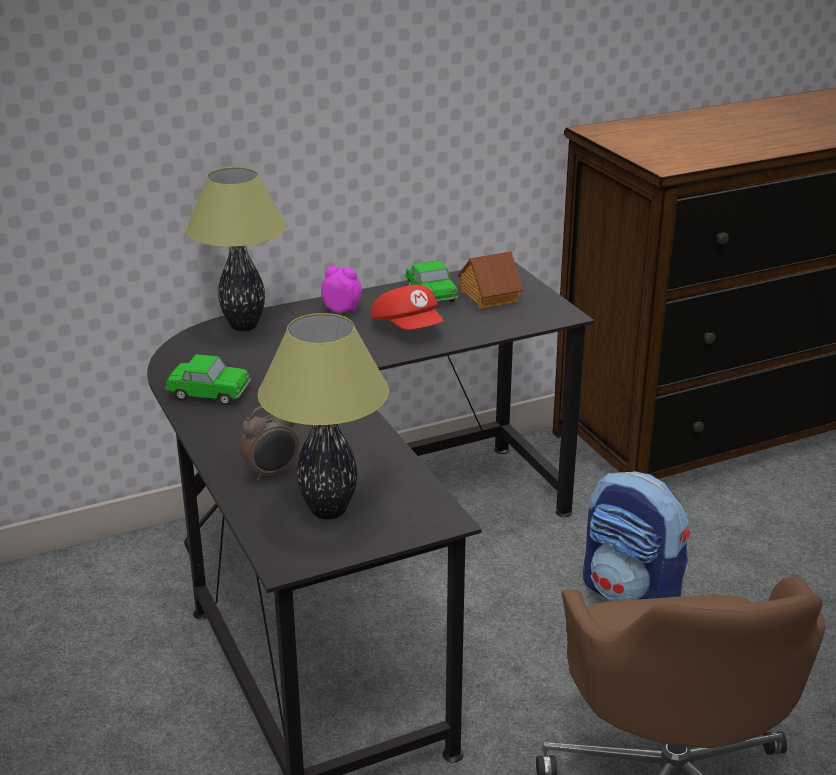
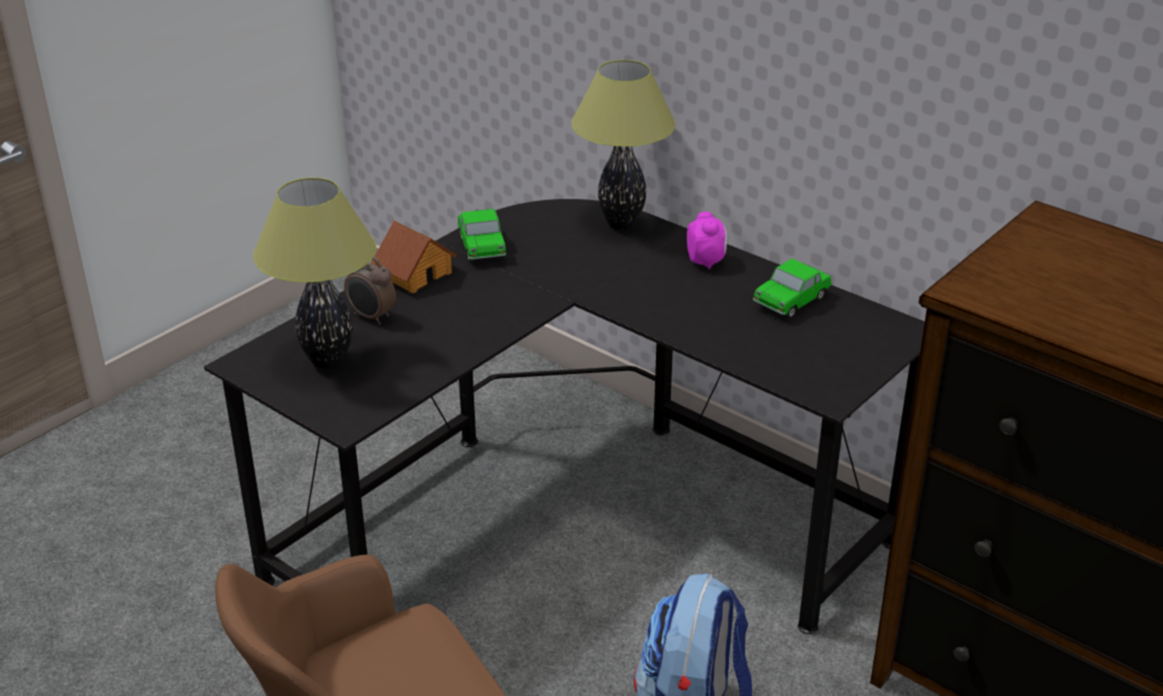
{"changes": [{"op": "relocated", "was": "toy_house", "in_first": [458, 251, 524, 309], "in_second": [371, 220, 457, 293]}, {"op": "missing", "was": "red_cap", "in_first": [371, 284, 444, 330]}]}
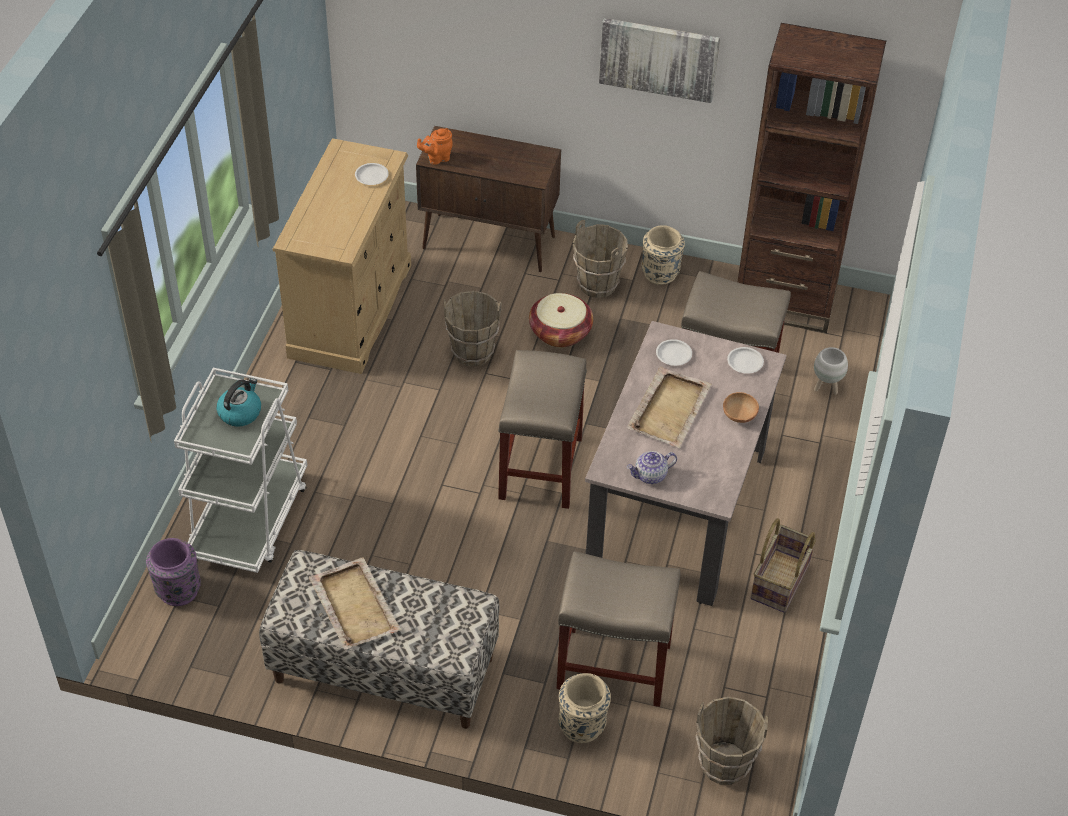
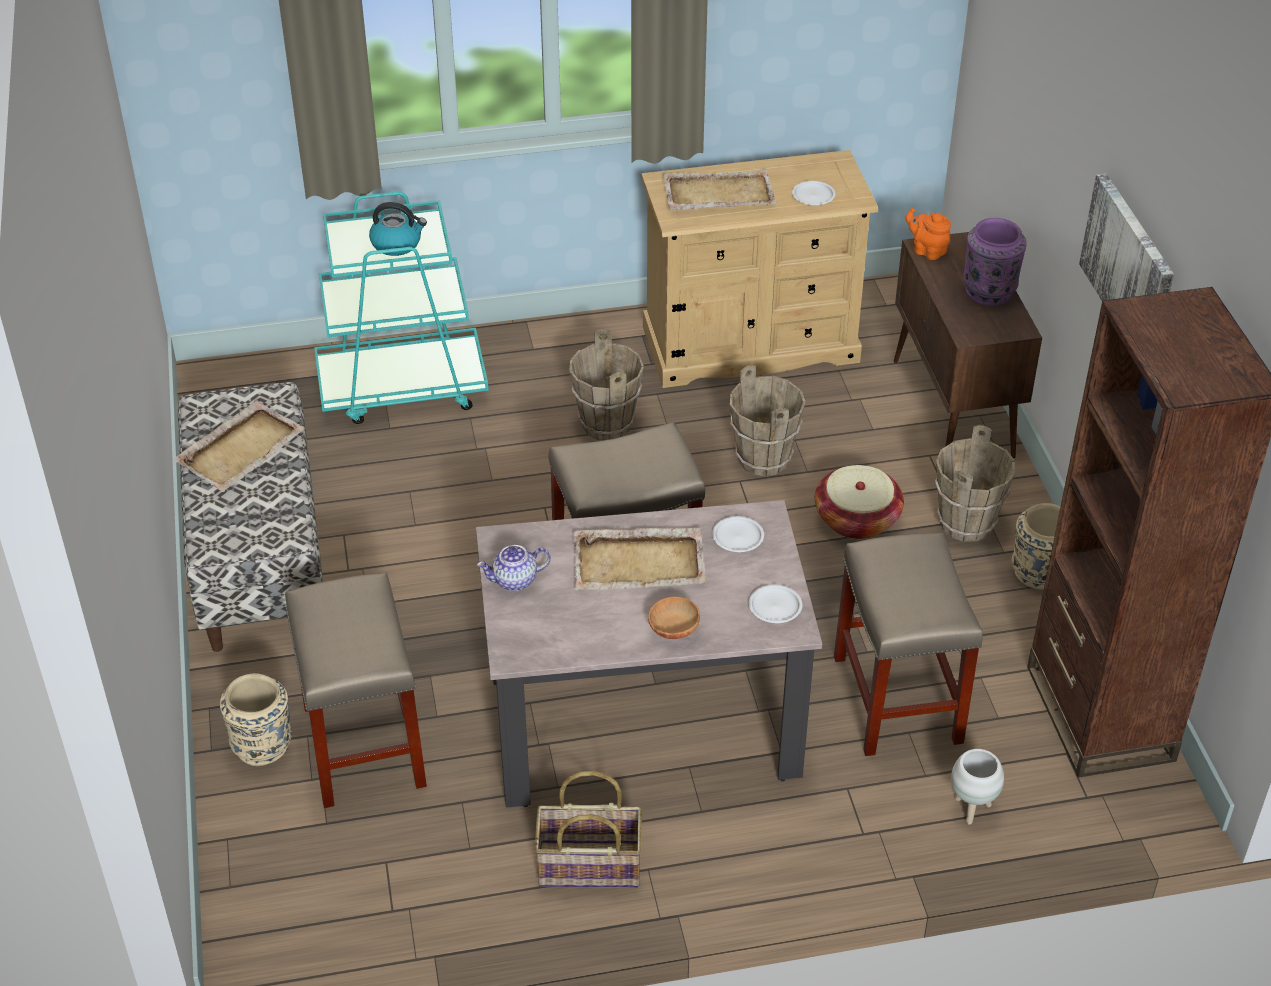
{"changes": [{"op": "colour", "was": "white_cart", "now": "turquoise_cart", "in_first": [174, 368, 307, 573], "in_second": [314, 192, 489, 424]}, {"op": "spun", "was": "teapot", "in_first": [627, 451, 677, 484], "in_second": [477, 545, 551, 591], "clockwise": -60}, {"op": "relocated", "was": "brown_bucket", "in_first": [695, 697, 768, 785], "in_second": [570, 329, 644, 440]}, {"op": "appeared", "now": "beige_tray", "in_second": [663, 169, 776, 210]}, {"op": "relocated", "was": "purple_vase", "in_first": [146, 538, 201, 606], "in_second": [963, 218, 1027, 306]}]}
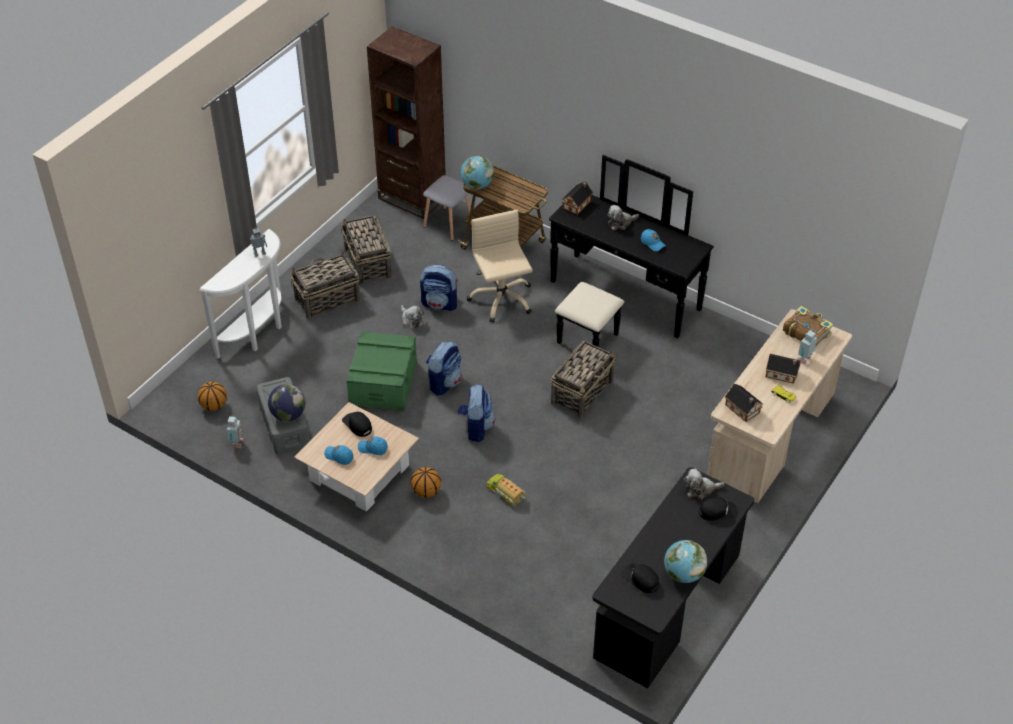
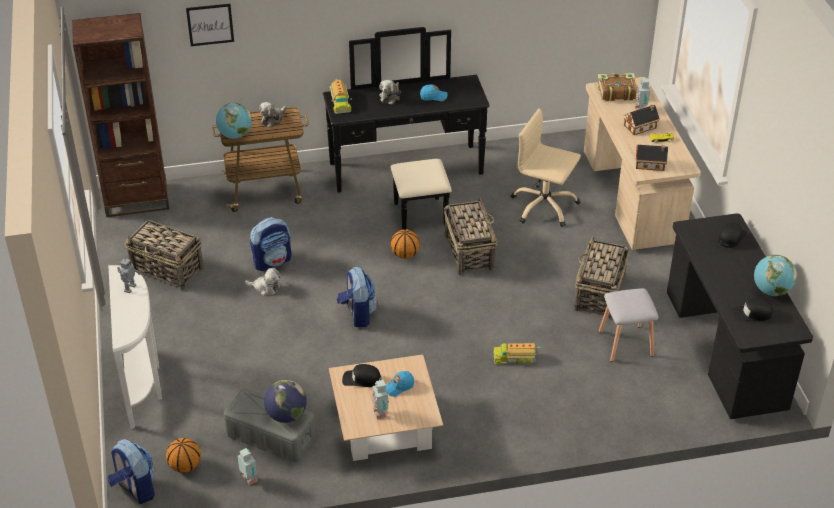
{"changes": [{"op": "relocated", "was": "backpack", "in_first": [458, 385, 495, 442], "in_second": [108, 439, 156, 504]}, {"op": "appeared", "now": "picture", "in_second": [186, 3, 234, 46]}, {"op": "relocated", "was": "plush_toy", "in_first": [684, 469, 724, 499], "in_second": [259, 102, 287, 128]}, {"op": "exchanged", "was": "toy_house", "now": "toy_truck", "in_first": [562, 181, 593, 215], "in_second": [330, 79, 352, 114]}, {"op": "exchanged", "was": "blue_cap", "now": "toy_robot", "in_first": [324, 445, 353, 465], "in_second": [372, 380, 389, 419]}, {"op": "relocated", "was": "basketball", "in_first": [411, 467, 441, 498], "in_second": [390, 229, 420, 259]}, {"op": "relocated", "was": "beige_office_chair", "in_first": [467, 210, 533, 323], "in_second": [511, 109, 581, 227]}, {"op": "relocated", "was": "basket", "in_first": [291, 251, 361, 319], "in_second": [574, 237, 629, 319]}, {"op": "relocated", "was": "grey_stool", "in_first": [423, 175, 471, 241], "in_second": [599, 288, 659, 362]}, {"op": "missing", "was": "green_storage_box", "in_first": [347, 331, 417, 412]}]}
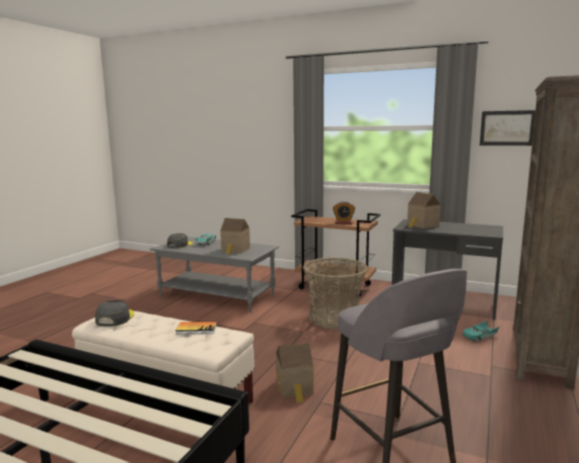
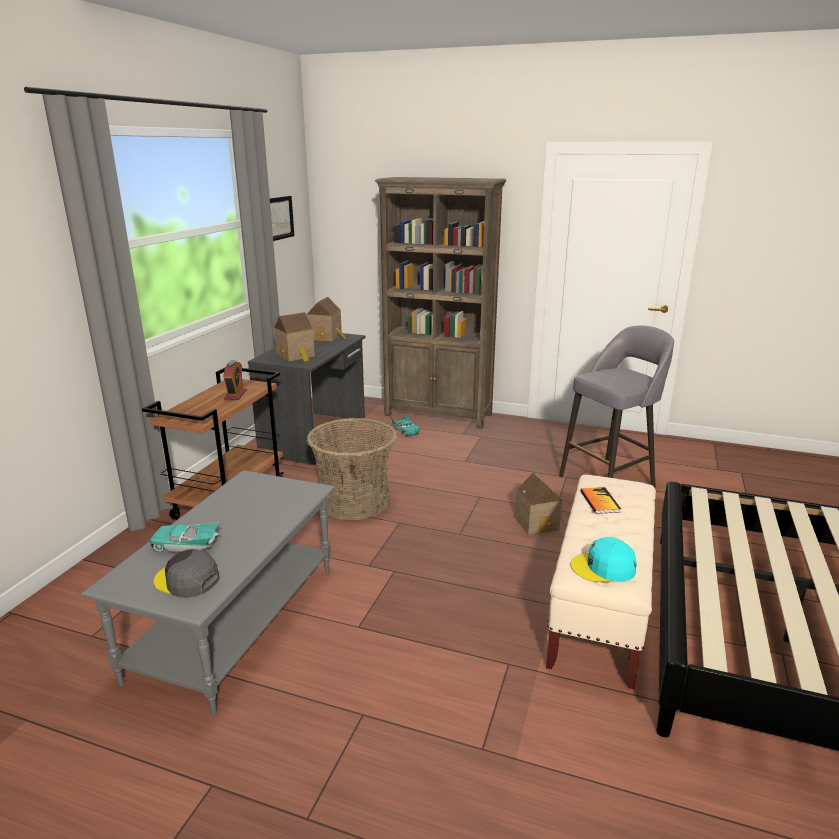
{"changes": [{"op": "relocated", "was": "toy_house", "in_first": [220, 218, 250, 255], "in_second": [306, 297, 346, 342]}, {"op": "colour", "was": "grey_cap", "now": "turquoise_cap", "in_first": [95, 300, 135, 327], "in_second": [571, 537, 637, 582]}]}
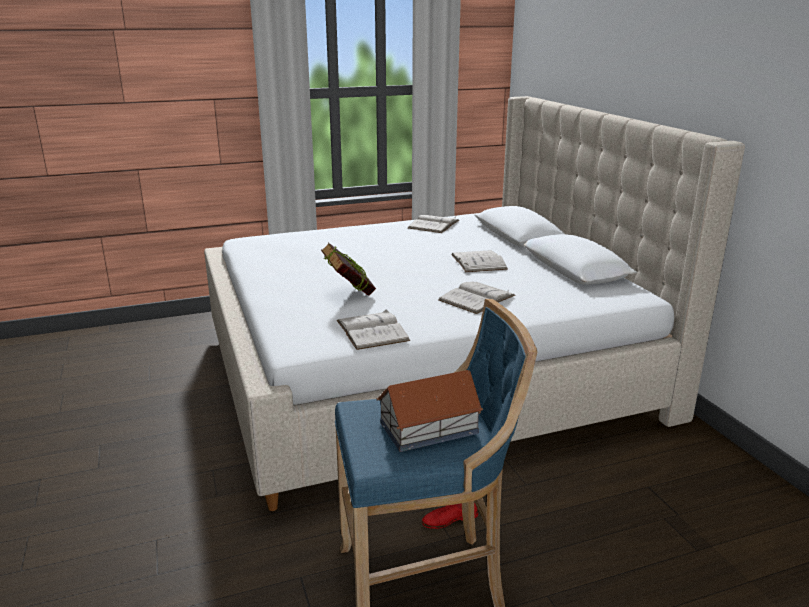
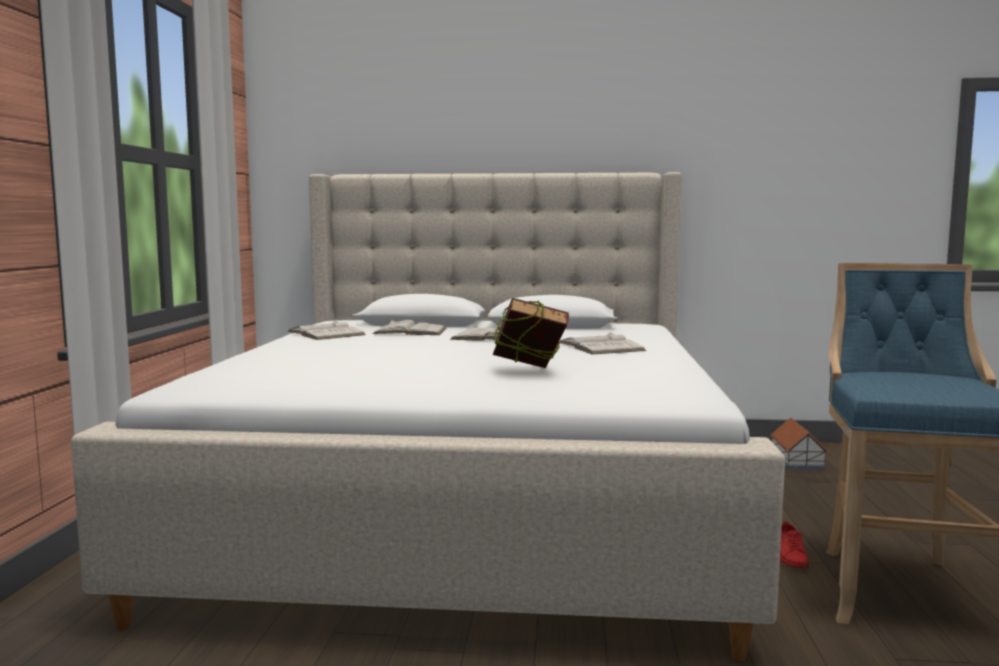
{"changes": [{"op": "relocated", "was": "white_book", "in_first": [337, 310, 411, 350], "in_second": [372, 320, 447, 335]}, {"op": "relocated", "was": "toy_house", "in_first": [377, 370, 483, 452], "in_second": [770, 417, 829, 470]}]}
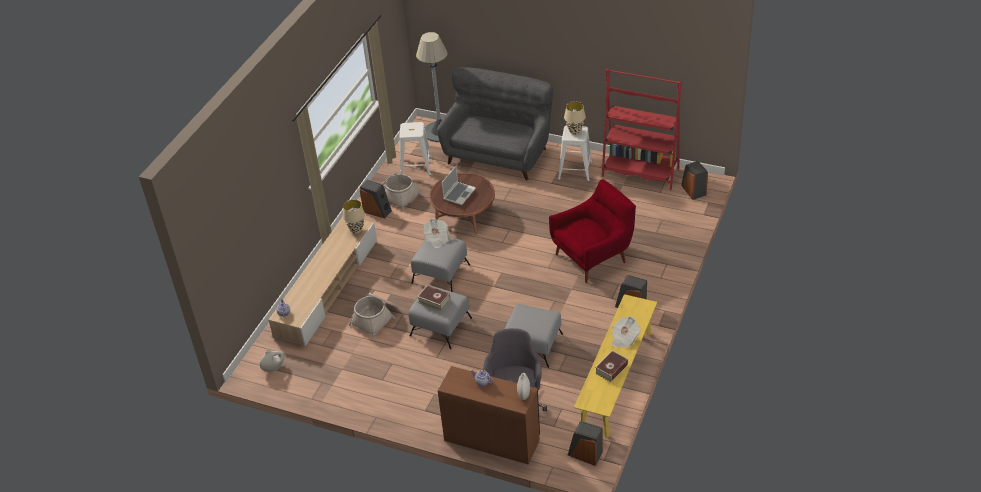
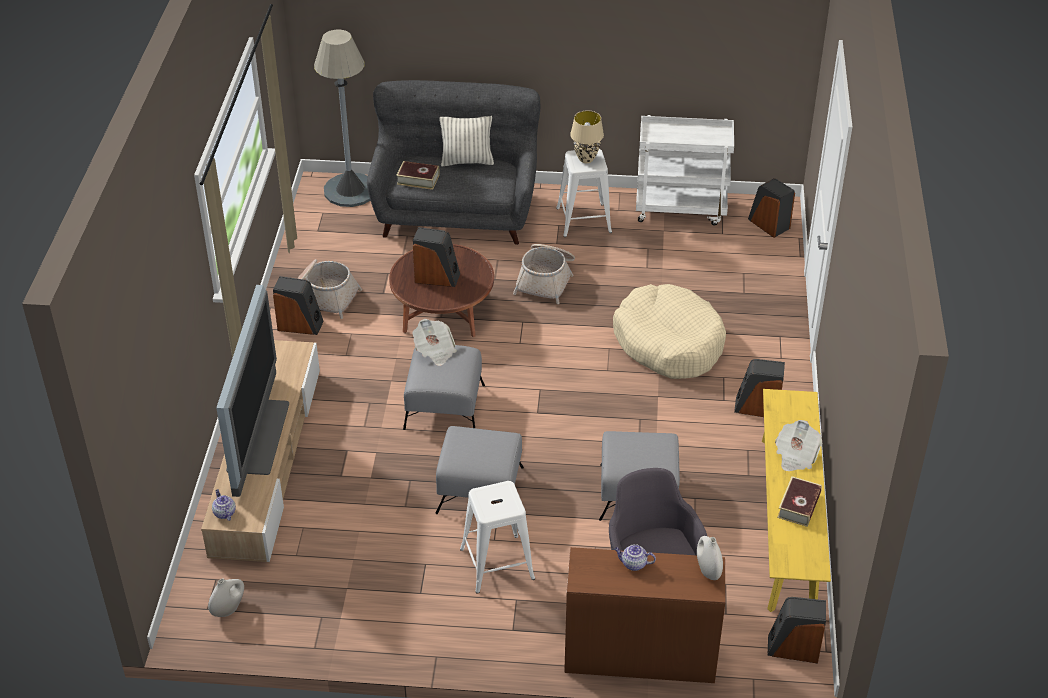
{"changes": [{"op": "appeared", "now": "television", "in_second": [216, 285, 289, 497]}, {"op": "relocated", "was": "book", "in_first": [417, 285, 450, 311], "in_second": [396, 161, 440, 190]}, {"op": "exchanged", "was": "laptop", "now": "speaker", "in_first": [442, 166, 476, 205], "in_second": [413, 227, 460, 287]}, {"op": "appeared", "now": "pillow", "in_second": [439, 116, 494, 166]}, {"op": "relocated", "was": "white_stool", "in_first": [399, 122, 432, 176], "in_second": [460, 481, 535, 594]}, {"op": "relocated", "was": "basket", "in_first": [349, 293, 398, 338], "in_second": [513, 244, 575, 304]}, {"op": "exchanged", "was": "red_armchair", "now": "beige_dog_bed", "in_first": [549, 179, 636, 283], "in_second": [613, 284, 726, 379]}, {"op": "exchanged", "was": "red_bookcase", "now": "white_cart", "in_first": [602, 69, 682, 190], "in_second": [636, 115, 734, 226]}, {"op": "missing", "was": "beige_table_lamp", "in_first": [343, 200, 365, 234]}]}
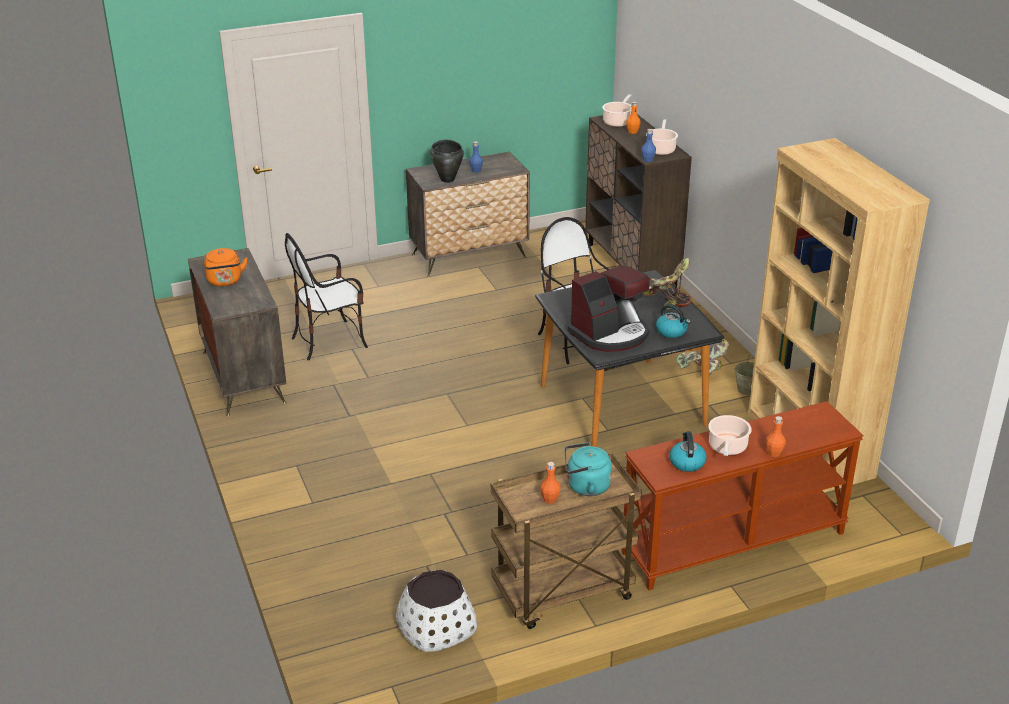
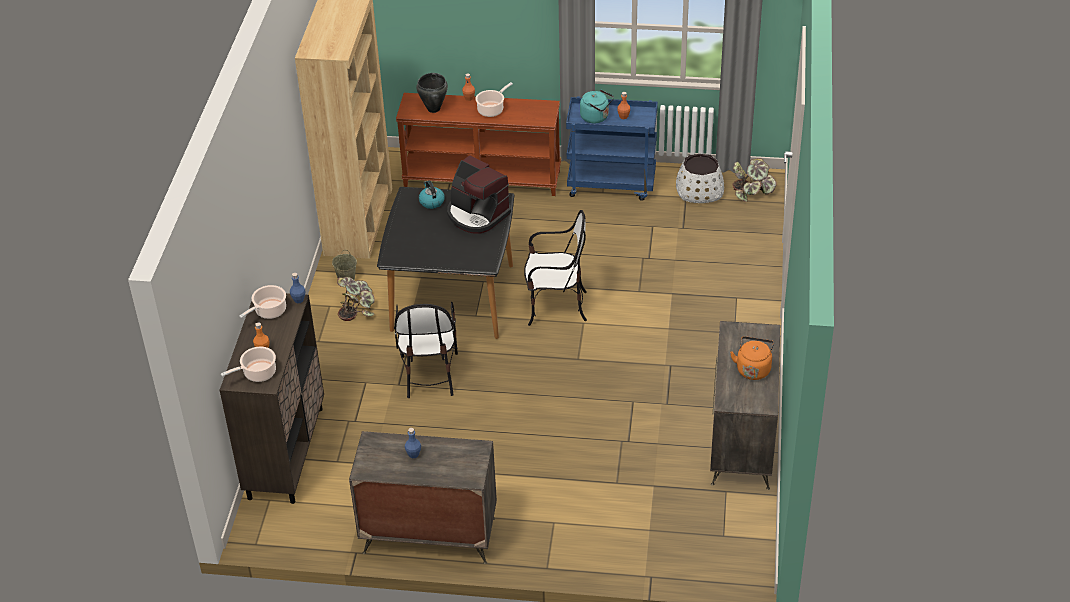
{"changes": [{"op": "relocated", "was": "black_cooking_pot", "in_first": [430, 140, 464, 183], "in_second": [416, 73, 448, 113]}, {"op": "spun", "was": "coffee_machine", "in_first": [568, 265, 649, 352], "in_second": [447, 155, 511, 234], "clockwise": -135}, {"op": "relocated", "was": "chair", "in_first": [285, 233, 368, 360], "in_second": [524, 210, 587, 326]}, {"op": "colour", "was": "brown_cart", "now": "blue_cart", "in_first": [491, 453, 642, 629], "in_second": [566, 96, 658, 201]}, {"op": "relocated", "was": "potted_plant", "in_first": [643, 258, 692, 310], "in_second": [733, 158, 777, 202]}, {"op": "missing", "was": "kettle", "in_first": [669, 432, 706, 472]}]}
